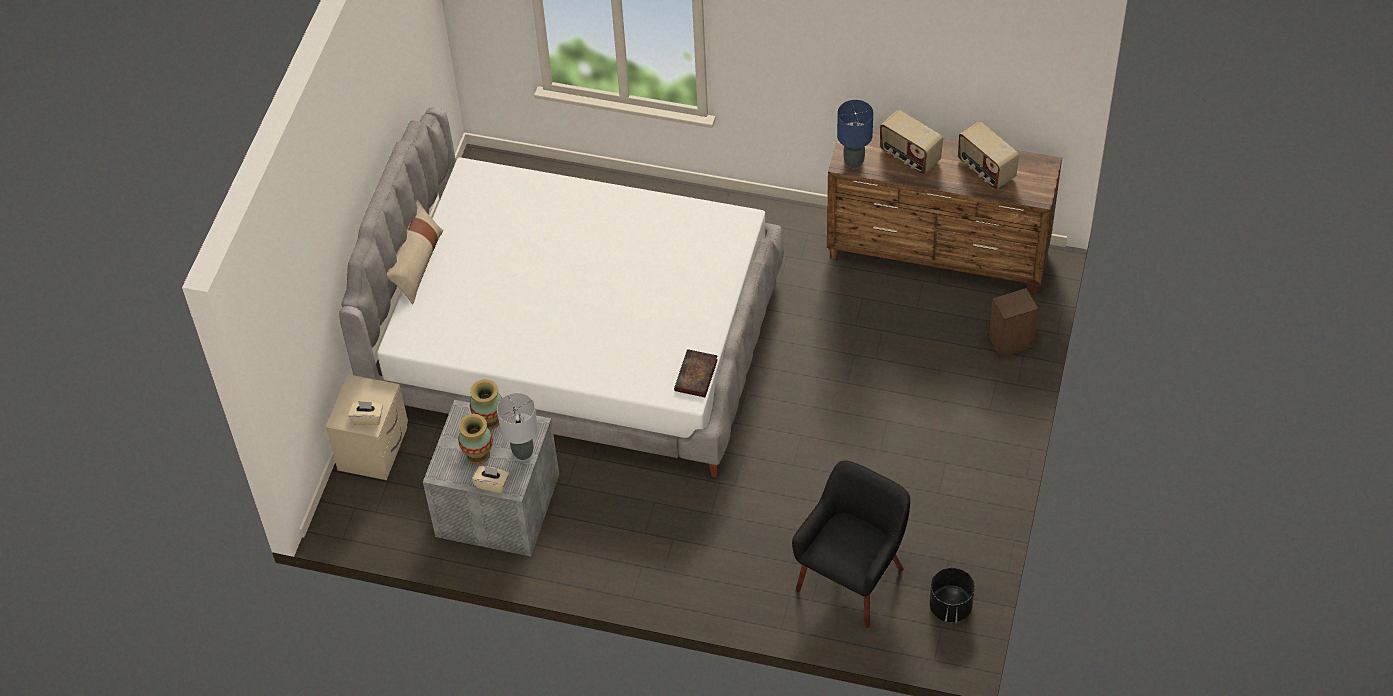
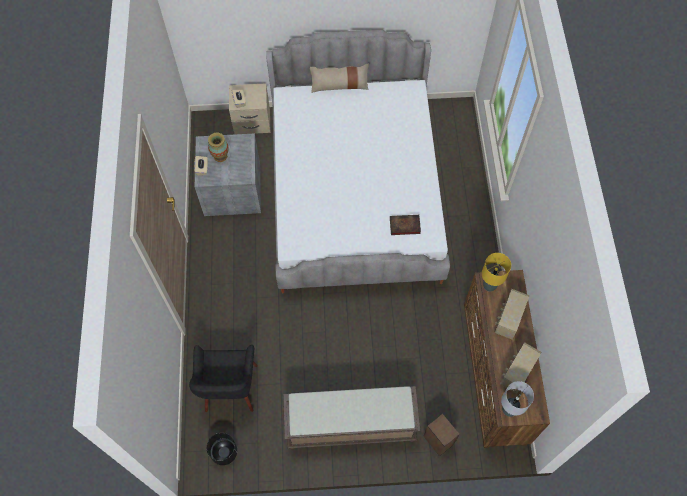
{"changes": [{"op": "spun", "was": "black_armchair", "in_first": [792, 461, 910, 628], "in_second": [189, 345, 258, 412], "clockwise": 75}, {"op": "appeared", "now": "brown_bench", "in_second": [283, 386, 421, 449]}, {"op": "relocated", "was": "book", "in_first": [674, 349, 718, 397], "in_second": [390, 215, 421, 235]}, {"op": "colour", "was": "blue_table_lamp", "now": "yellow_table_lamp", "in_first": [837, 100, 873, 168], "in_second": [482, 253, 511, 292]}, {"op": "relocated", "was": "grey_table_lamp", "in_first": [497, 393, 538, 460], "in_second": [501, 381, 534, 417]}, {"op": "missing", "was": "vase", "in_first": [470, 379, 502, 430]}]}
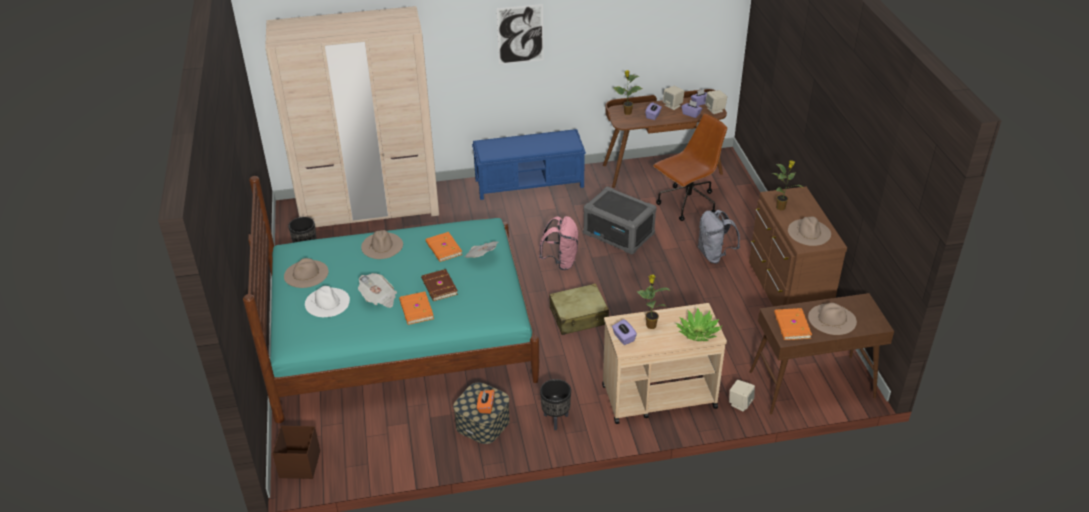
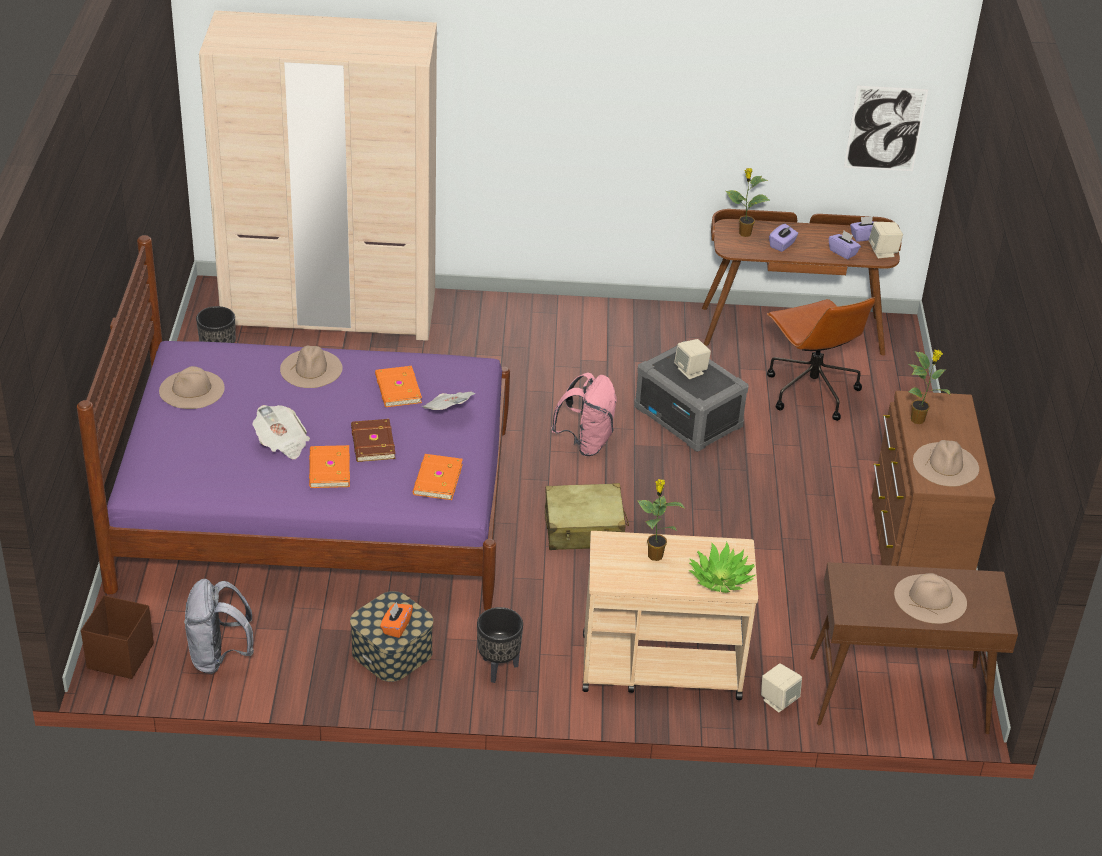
{"changes": [{"op": "colour", "was": "turquoise_bed", "now": "purple_bed", "in_first": [243, 176, 539, 423], "in_second": [77, 235, 510, 610]}, {"op": "relocated", "was": "grey_backpack", "in_first": [698, 210, 740, 264], "in_second": [184, 579, 254, 674]}, {"op": "relocated", "was": "orange_book", "in_first": [774, 308, 812, 340], "in_second": [413, 454, 463, 500]}, {"op": "relocated", "was": "beige_speaker", "in_first": [663, 86, 684, 110], "in_second": [674, 339, 711, 379]}, {"op": "spun", "was": "brown_office_chair", "in_first": [653, 114, 727, 221], "in_second": [767, 297, 875, 421], "clockwise": 90}, {"op": "relocated", "was": "picture", "in_first": [497, 4, 544, 64], "in_second": [844, 85, 928, 171]}, {"op": "missing", "was": "white_hat", "in_first": [305, 286, 350, 317]}, {"op": "missing", "was": "blue_bench", "in_first": [472, 129, 586, 200]}, {"op": "missing", "was": "purple_tissue_box", "in_first": [612, 319, 637, 345]}]}
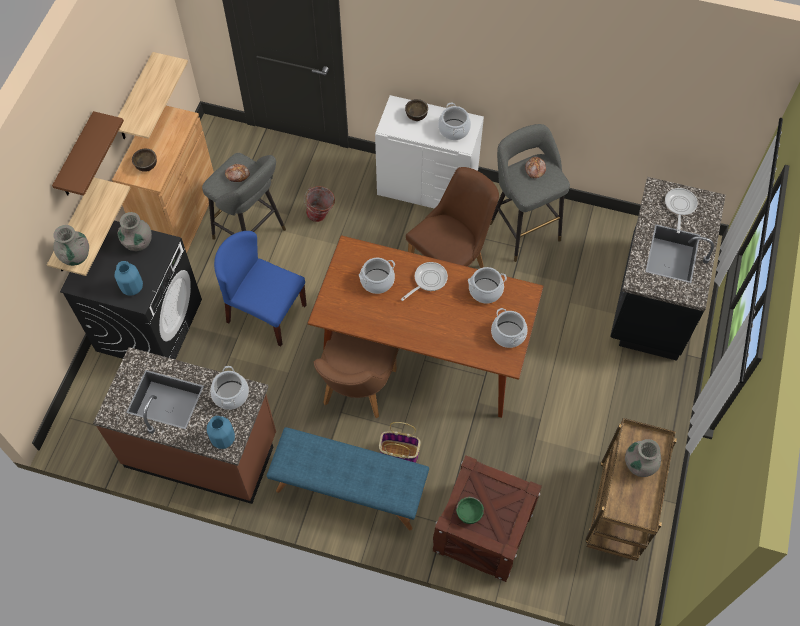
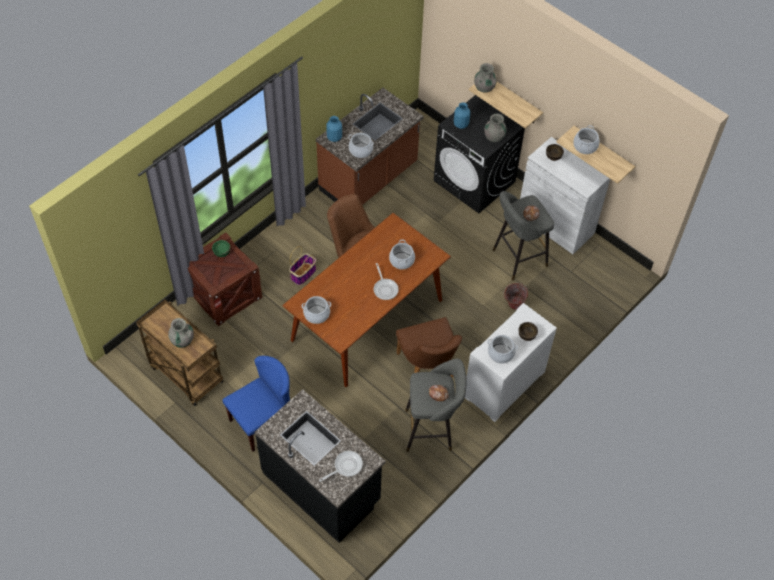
{"changes": [{"op": "relocated", "was": "blue_chair", "in_first": [214, 231, 307, 346], "in_second": [223, 356, 290, 452]}, {"op": "spun", "was": "frying_pan", "in_first": [665, 188, 698, 233], "in_second": [319, 451, 363, 482], "clockwise": -75}, {"op": "colour", "was": "brown_cabinet", "now": "white_cabinet", "in_first": [112, 106, 214, 253], "in_second": [520, 137, 610, 254]}, {"op": "relocated", "was": "cooking_pot", "in_first": [468, 267, 507, 304], "in_second": [573, 125, 600, 154]}, {"op": "missing", "was": "brown_shelf", "in_first": [52, 111, 124, 196]}, {"op": "missing", "was": "blue_bench", "in_first": [267, 427, 429, 530]}]}
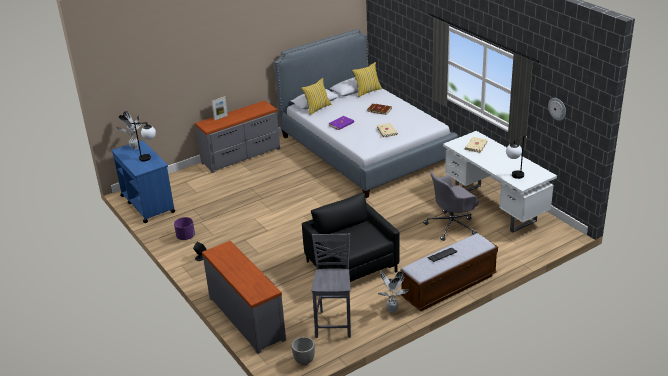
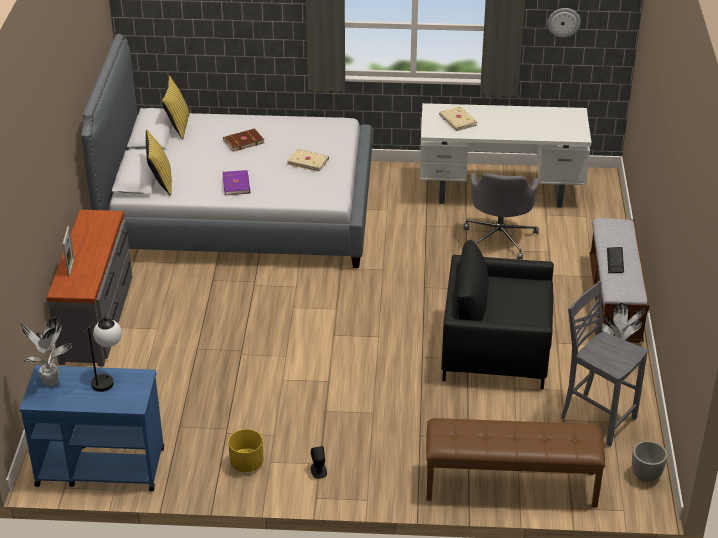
{"changes": [{"op": "colour", "was": "purple_planter", "now": "yellow_planter", "in_first": [174, 217, 195, 240], "in_second": [228, 429, 264, 472]}, {"op": "exchanged", "was": "grey_dresser", "now": "brown_bench", "in_first": [202, 241, 286, 354], "in_second": [426, 418, 605, 508]}, {"op": "missing", "was": "table_lamp", "in_first": [506, 135, 527, 179]}]}
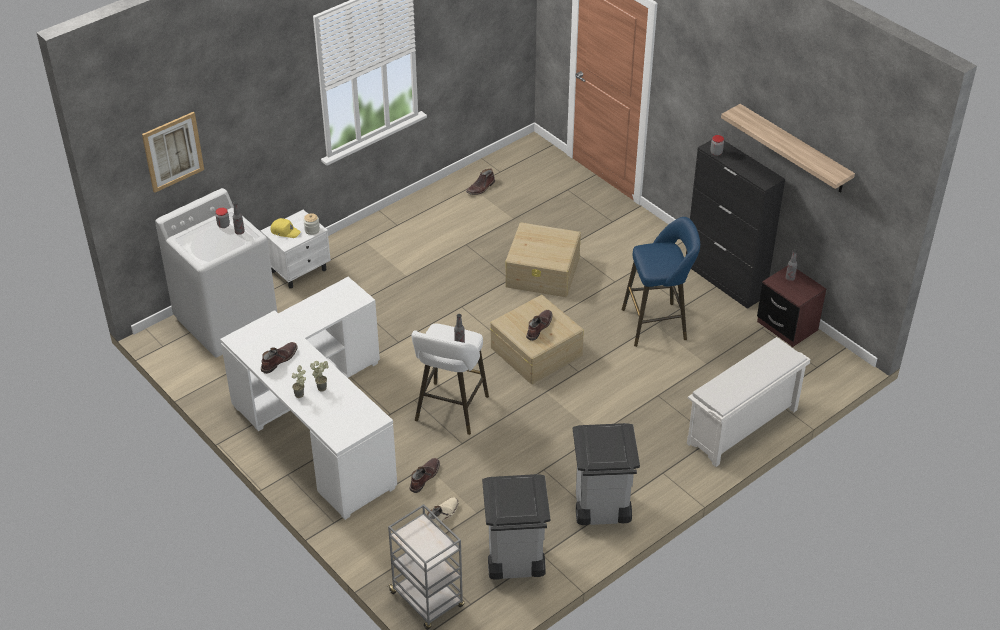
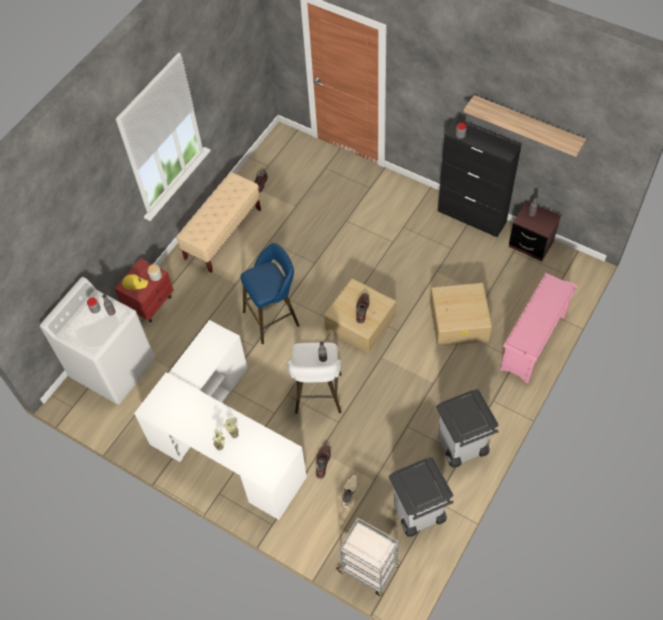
{"changes": [{"op": "colour", "was": "white_nightstand", "now": "red_nightstand", "in_first": [260, 210, 331, 289], "in_second": [115, 258, 174, 323]}, {"op": "appeared", "now": "beige_bench", "in_second": [176, 172, 261, 273]}, {"op": "relocated", "was": "blue_stool", "in_first": [622, 217, 700, 347], "in_second": [240, 243, 300, 344]}, {"op": "relocated", "was": "beige_storage_box", "in_first": [505, 223, 581, 297], "in_second": [430, 283, 492, 346]}, {"op": "colour", "was": "white_shoe_rack", "now": "pink_shoe_rack", "in_first": [687, 337, 810, 467], "in_second": [500, 273, 578, 383]}, {"op": "missing", "was": "picture", "in_first": [142, 112, 204, 193]}, {"op": "missing", "was": "brown_boot", "in_first": [261, 342, 298, 374]}]}
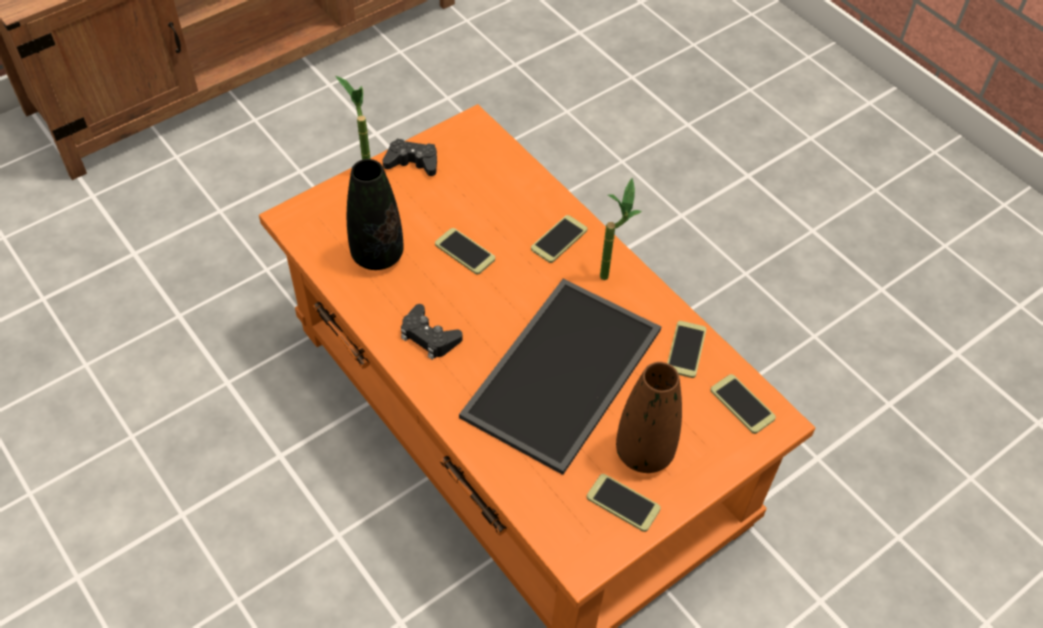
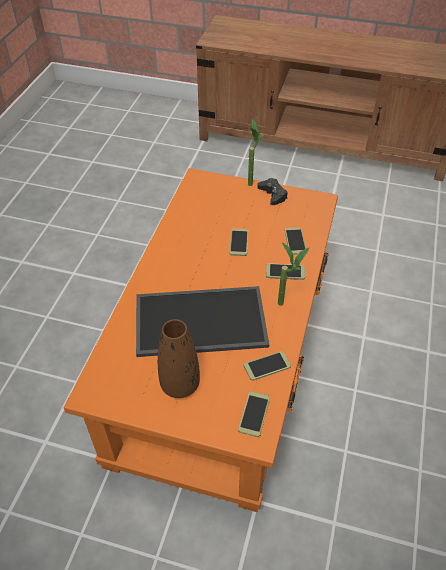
{"changes": [{"op": "relocated", "was": "phone", "in_first": [587, 474, 661, 532], "in_second": [285, 227, 306, 255]}, {"op": "missing", "was": "black_vase", "in_first": [347, 159, 404, 270]}, {"op": "missing", "was": "black_game_controller", "in_first": [401, 304, 463, 360]}]}
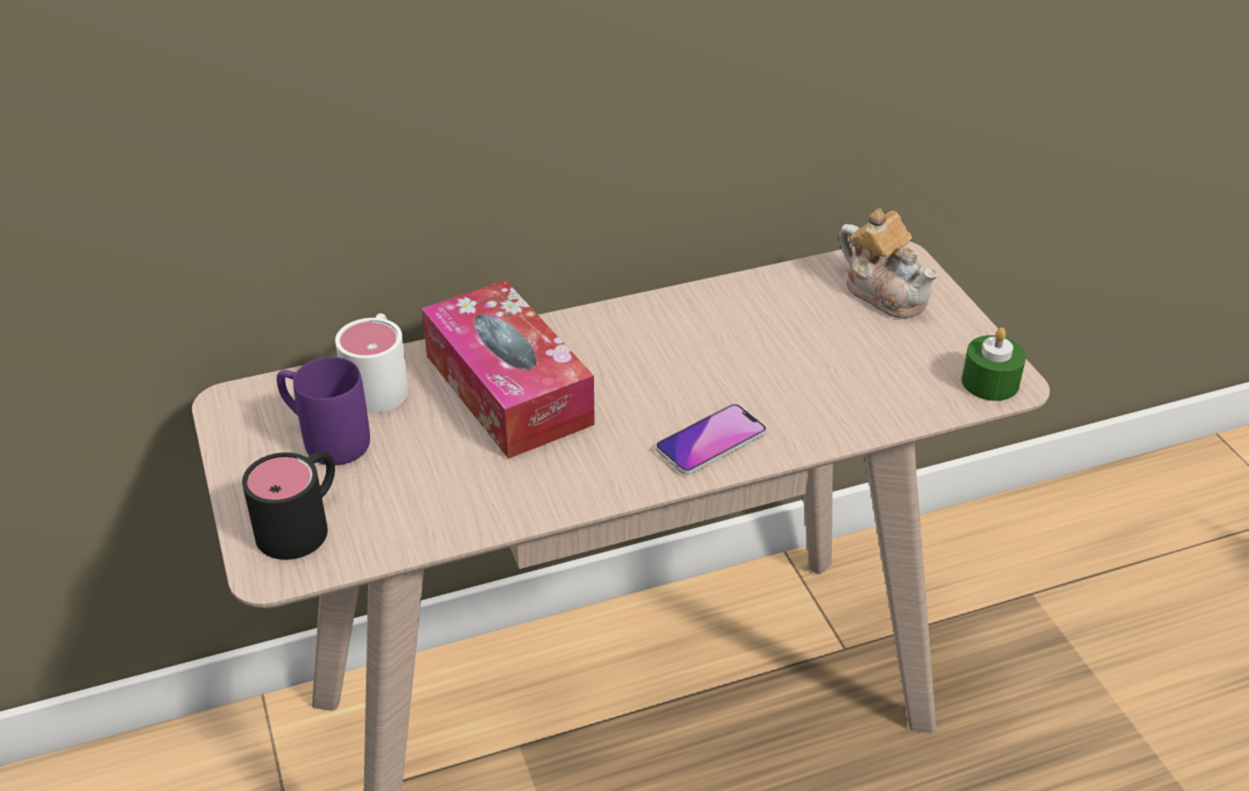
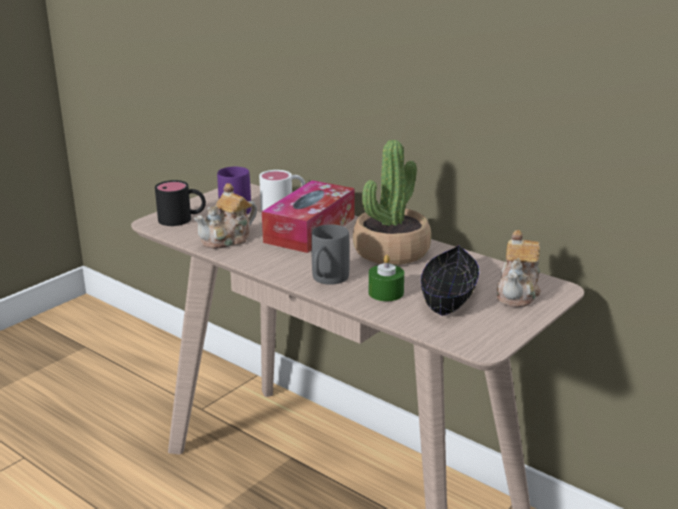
{"changes": [{"op": "appeared", "now": "teapot", "in_second": [194, 183, 257, 249]}, {"op": "exchanged", "was": "phone", "now": "grey_mug", "in_first": [656, 404, 767, 475], "in_second": [311, 224, 350, 285]}, {"op": "appeared", "now": "potted_plant", "in_second": [353, 140, 431, 265]}, {"op": "relocated", "was": "green_candle", "in_first": [962, 327, 1026, 401], "in_second": [369, 255, 404, 301]}, {"op": "appeared", "now": "black_bowl", "in_second": [421, 245, 479, 316]}]}
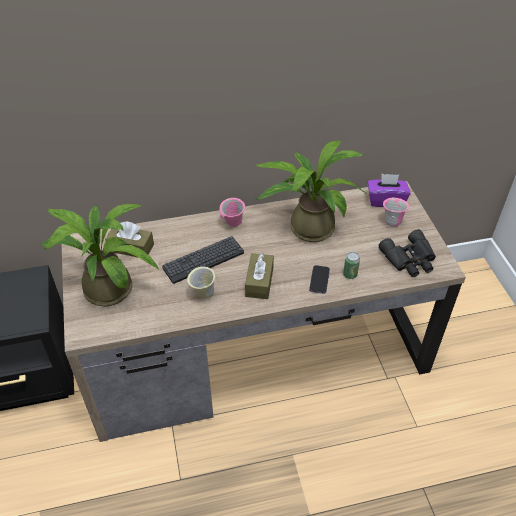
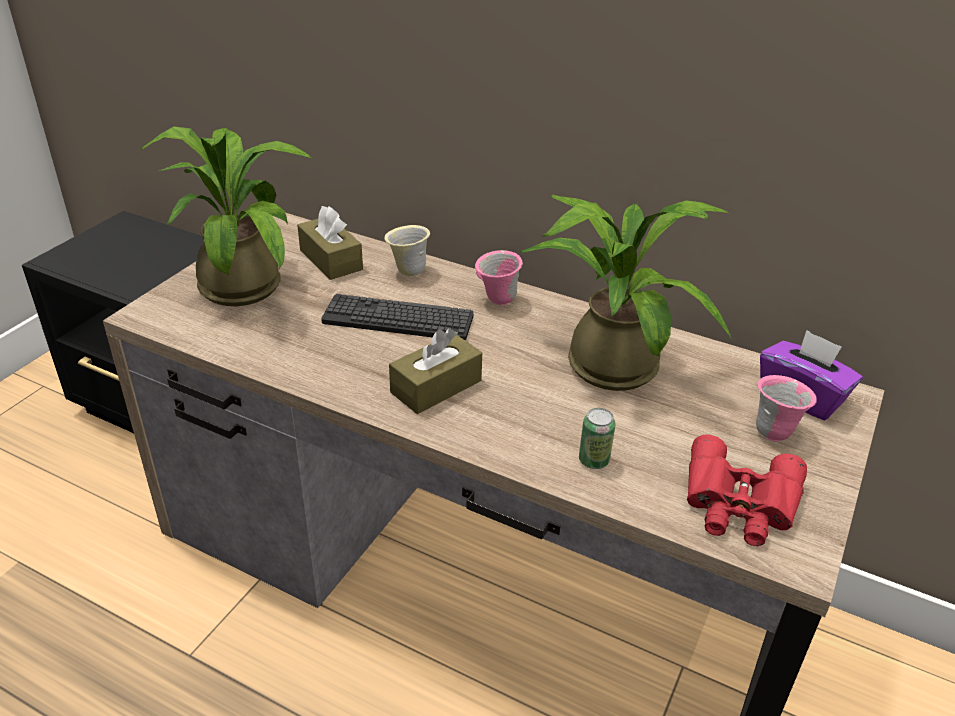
{"changes": [{"op": "relocated", "was": "beige_mug", "in_first": [187, 267, 215, 299], "in_second": [384, 225, 430, 277]}, {"op": "colour", "was": "black_binoculars", "now": "red_binoculars", "in_first": [379, 229, 436, 277], "in_second": [687, 434, 807, 546]}, {"op": "missing", "was": "phone", "in_first": [309, 265, 330, 294]}]}
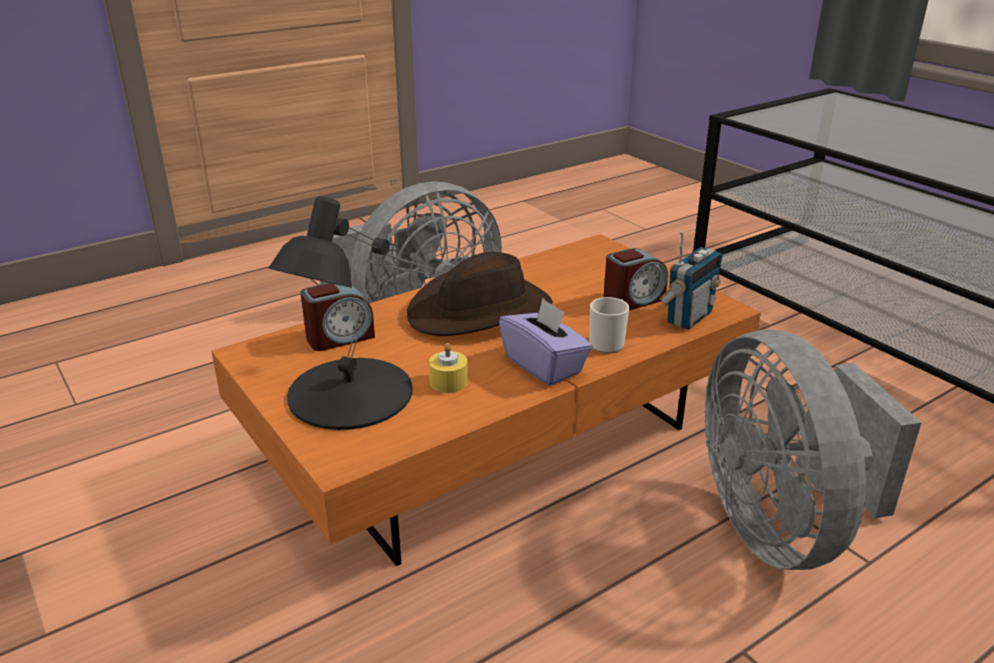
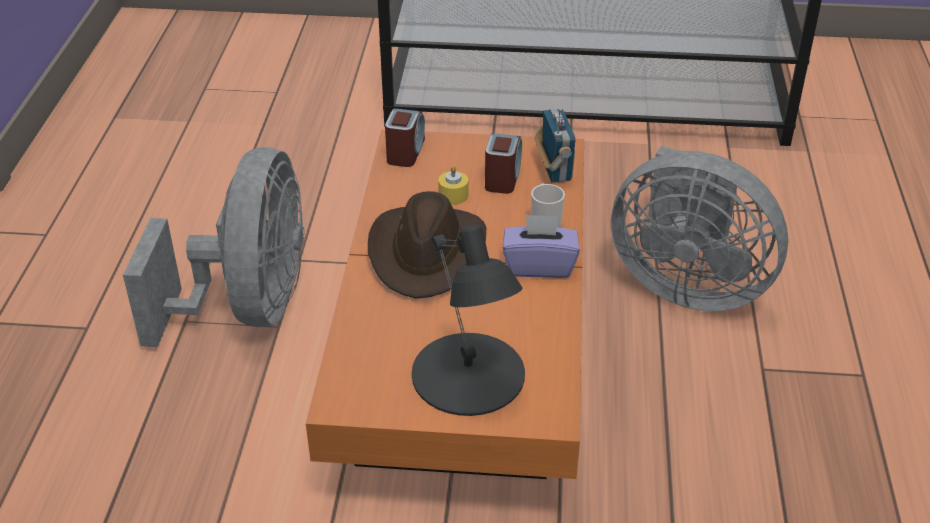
{"changes": [{"op": "relocated", "was": "alarm_clock", "in_first": [301, 283, 375, 351], "in_second": [385, 108, 425, 167]}, {"op": "relocated", "was": "yellow_candle", "in_first": [429, 343, 468, 393], "in_second": [438, 166, 468, 205]}]}
